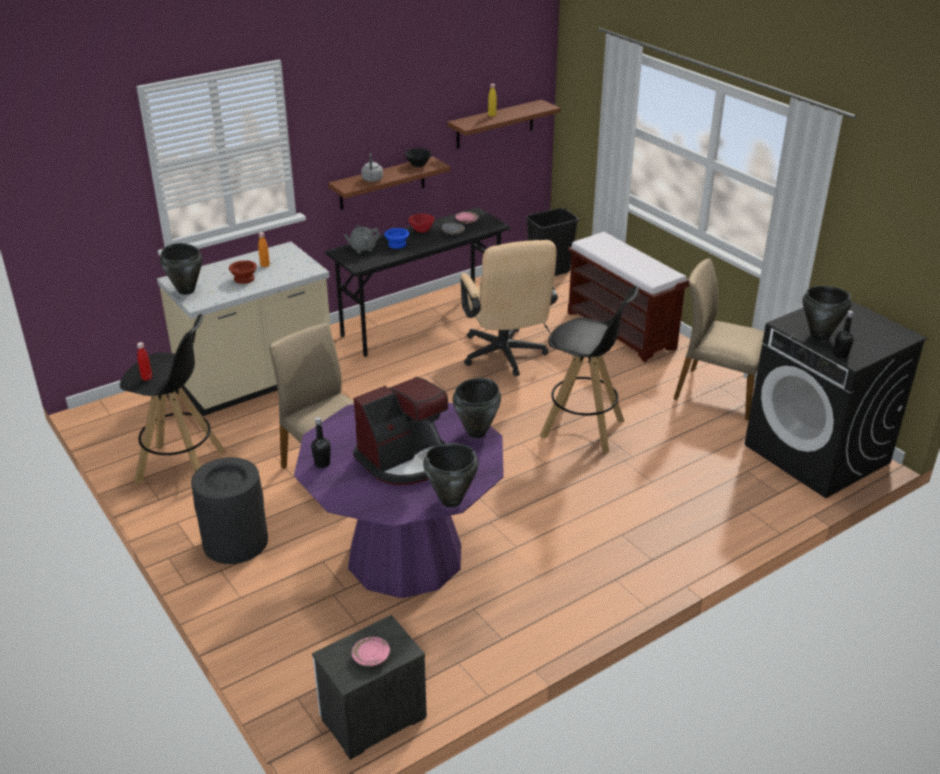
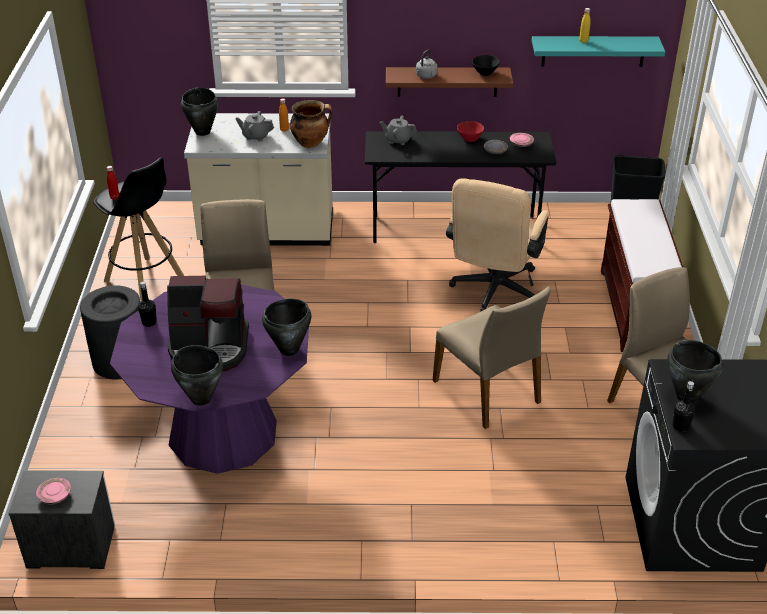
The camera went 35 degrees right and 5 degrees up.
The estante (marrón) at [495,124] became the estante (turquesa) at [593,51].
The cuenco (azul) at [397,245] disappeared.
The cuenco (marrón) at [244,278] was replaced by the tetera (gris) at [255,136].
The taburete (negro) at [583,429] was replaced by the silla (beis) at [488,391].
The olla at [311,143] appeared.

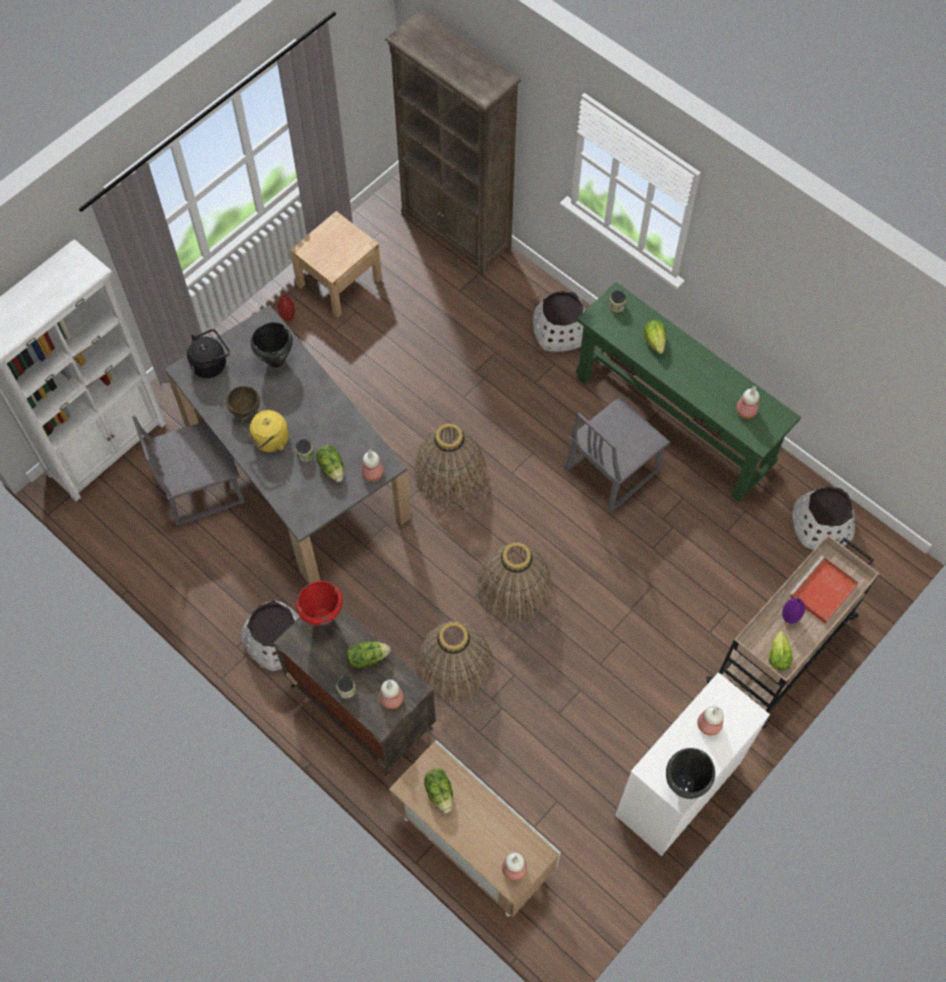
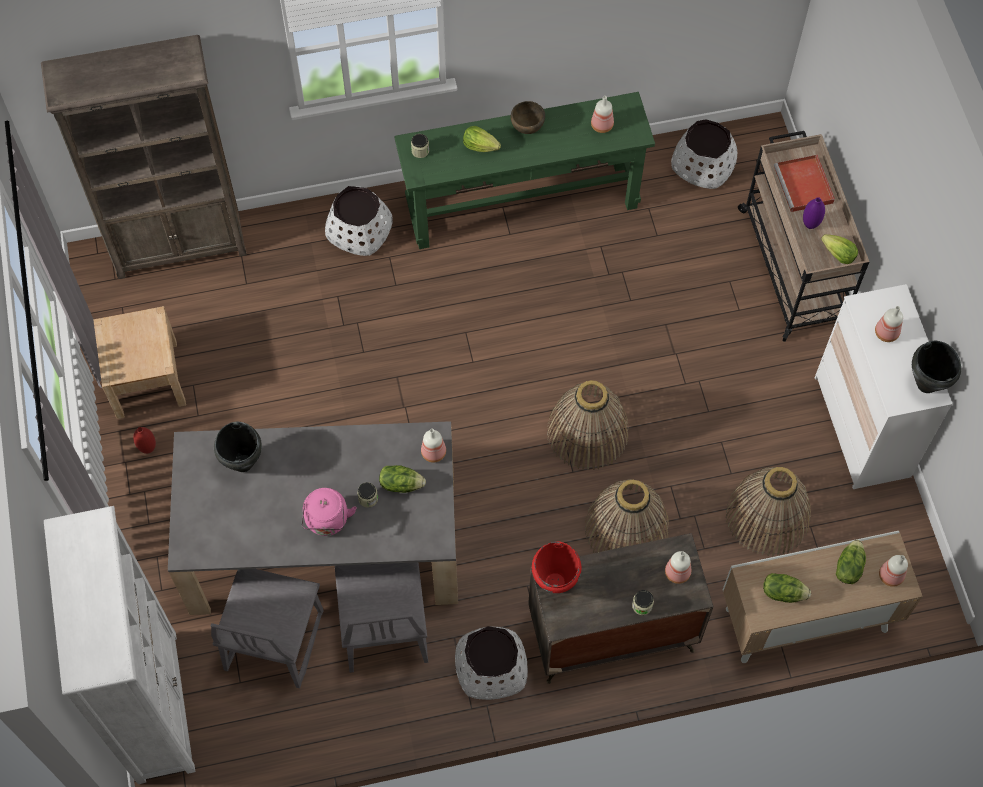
The camera went 55 degrees left and 0 degrees up.
The hervidor (negro) at [211,363] disappeared.
The cuenco (marrón) moved from [245,410] to [527,128].
The silla (gris) moved from [611,469] to [383,628].
The hervidor (amarillo) at [269,440] became the hervidor (rosa) at [327,521].
The cesta moved from [450,472] to [767,516].
The lechuga moved from [367,657] to [848,567].

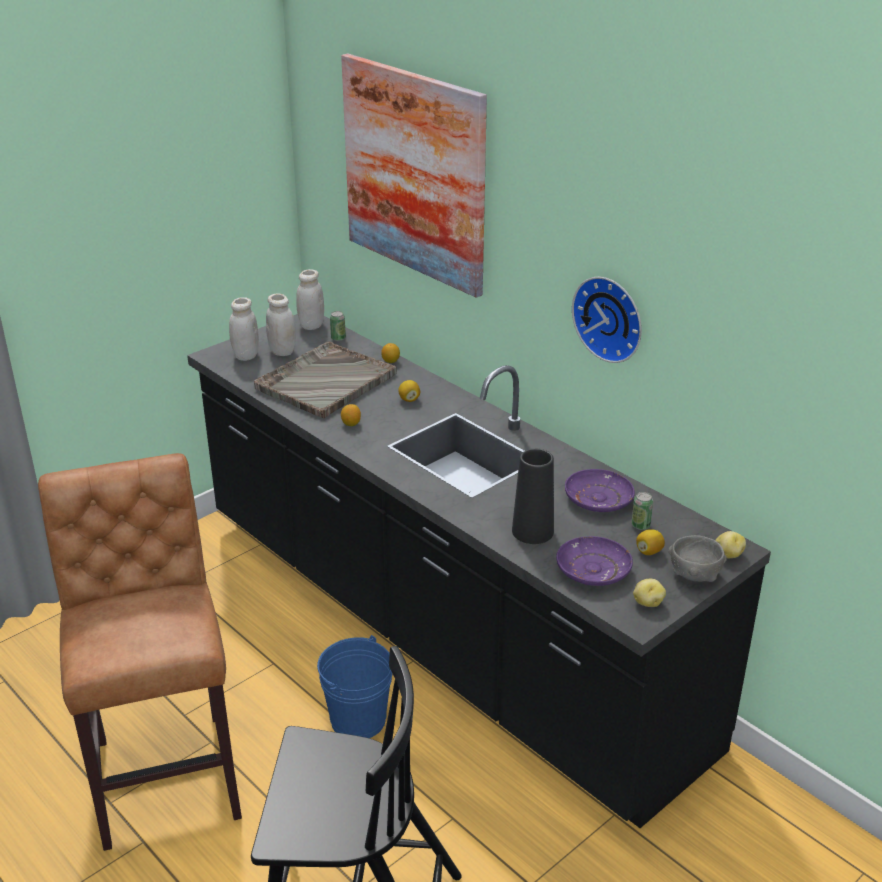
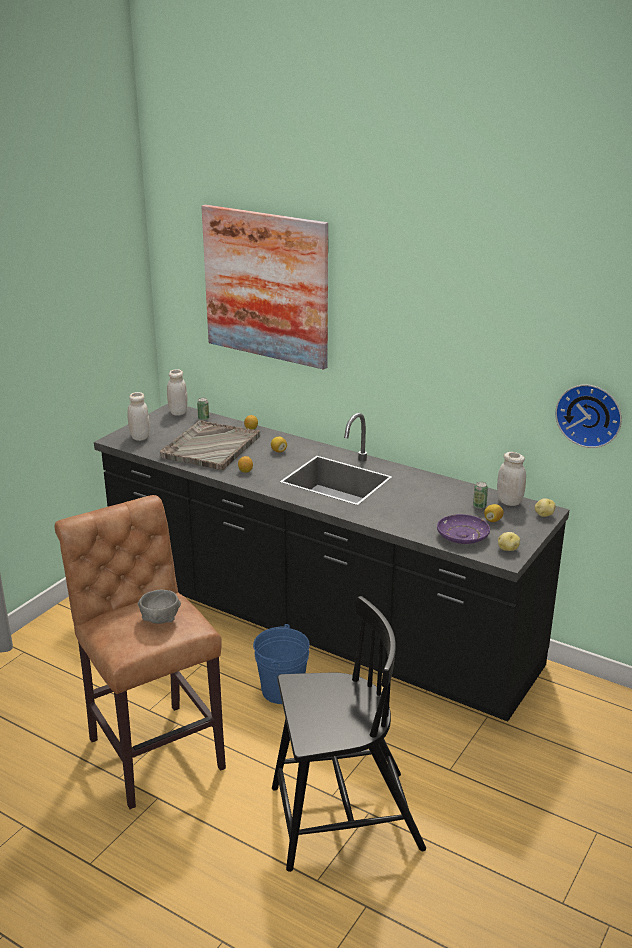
The camera went 15 degrees left and 5 degrees down.
The reloj de pared moved from [611,317] to [589,414].
The tarro (blanco) moved from [282,351] to [509,501].
The florero (negro) at [532,531] disappeared.
The plato (morado) at [598,499] disappeared.
The cuenco (gris) moved from [694,574] to [160,619].

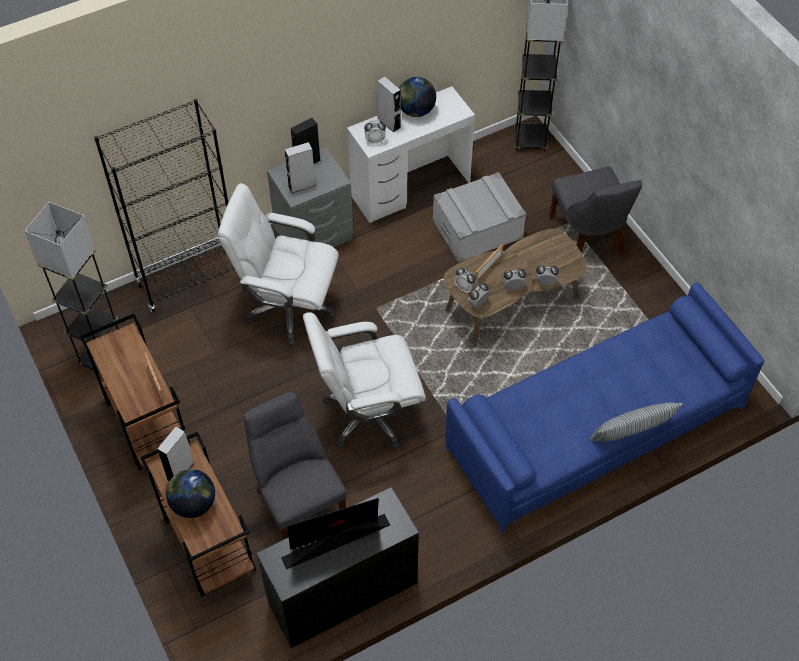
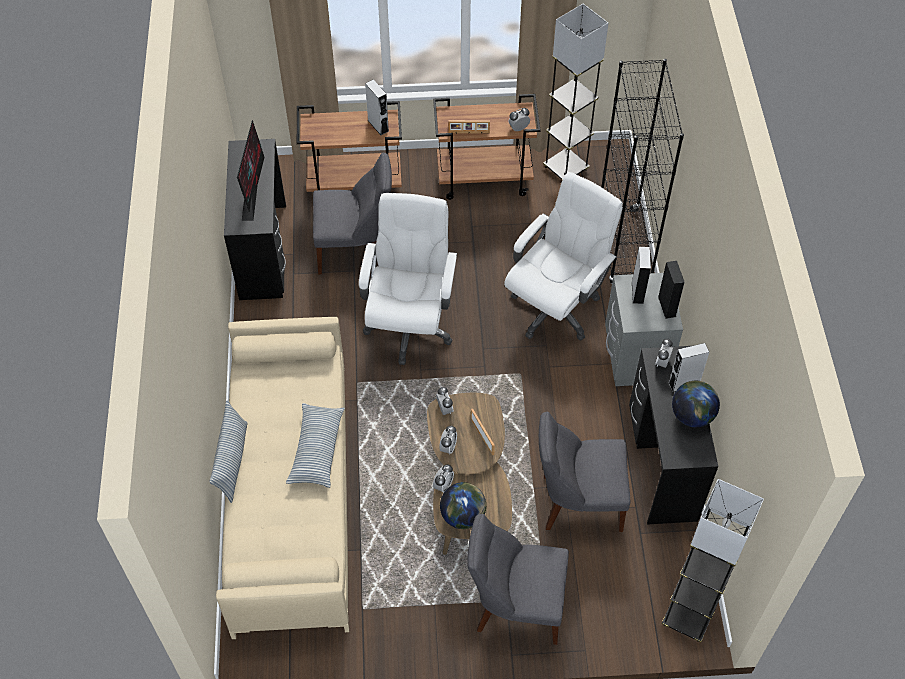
The camera went 115 degrees right and 0 degrees up.
The escritorio (blanco) at [410,188] became the escritorio (negro) at [662,463].
The caja de almacenaje (gris) at [477,229] was replaced by the silla (gris) at [577,502].
The despertador moved from [465,288] to [518,128].
The sofá (azul) at [595,429] became the sofá (beis) at [291,492].
The globo terráqueo moved from [193,504] to [463,516].
The cojín at [316,449] appeared.

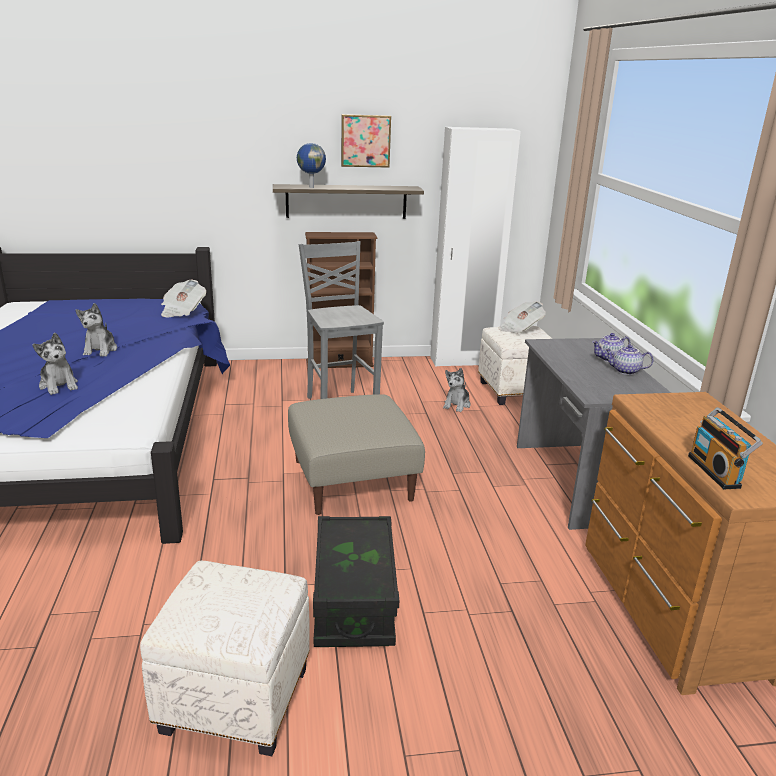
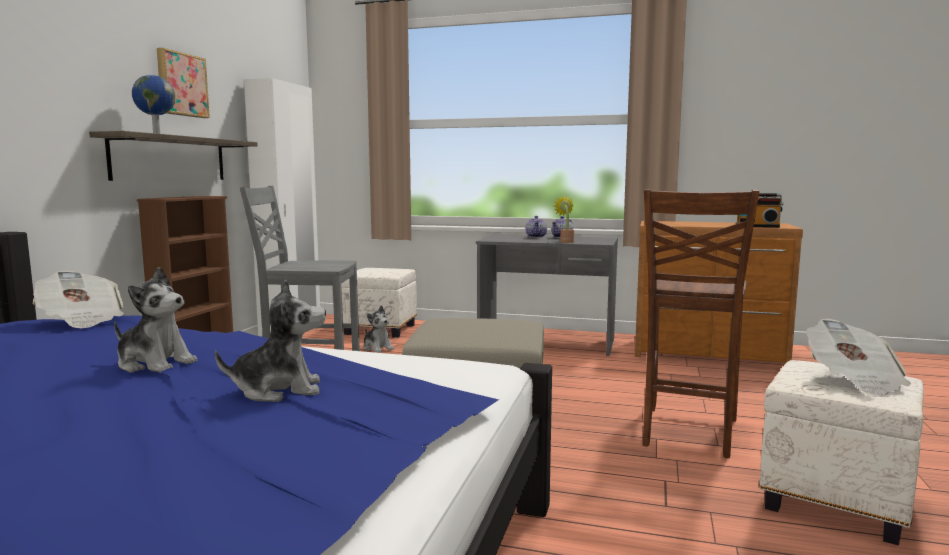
The camera went 65 degrees left and 15 degrees down.
The periódico moved from [520,329] to [854,381].
The caja de almacenaje (negro) at [354,601] was replaced by the silla (marrón) at [687,433].
The planta en maceta at [565,241] appeared.

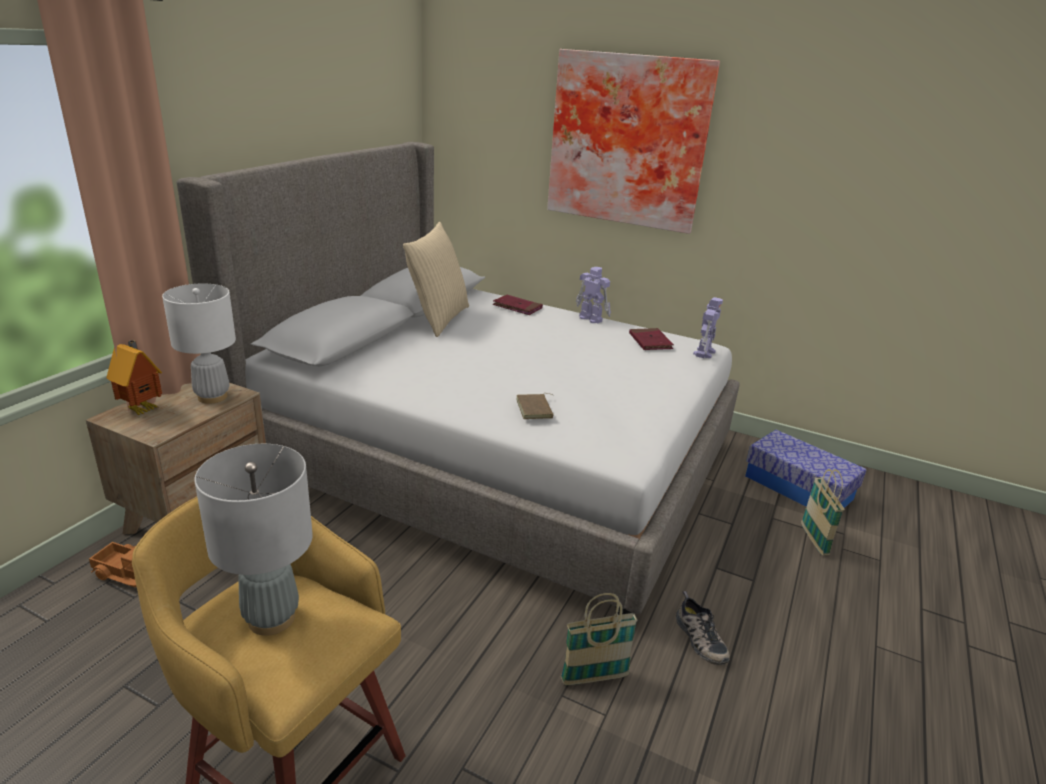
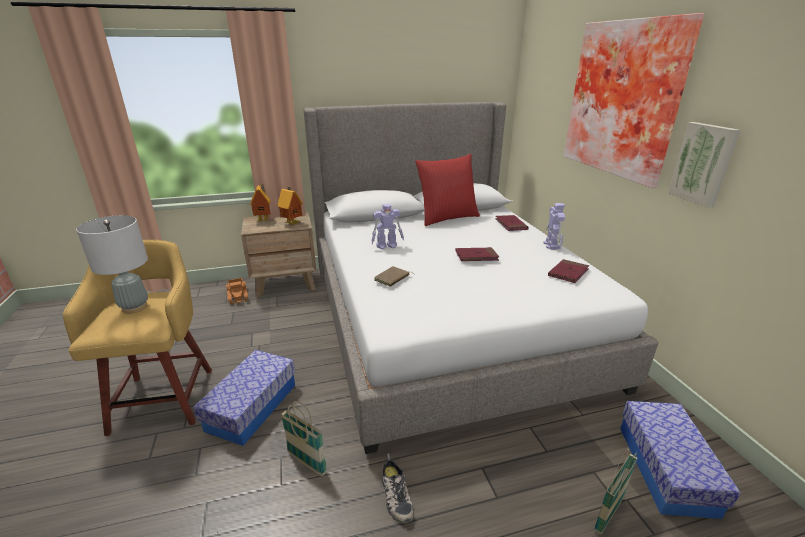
The camera went 50 degrees right and 0 degrees up.
The cojín (beis) at [438,319] became the cojín (rojo) at [447,218].
The lámpara de mesa (blanco) at [212,397] was replaced by the casita at [293,223].
The robot de juguete moved from [704,352] to [387,246].
The zapato at [698,638] turned 45 degrees counterclockwise.
The cuadro at [703,164] appeared.
The libro (rojo) at [476,256] appeared.
The caja de almacenaje at [252,407] appeared.

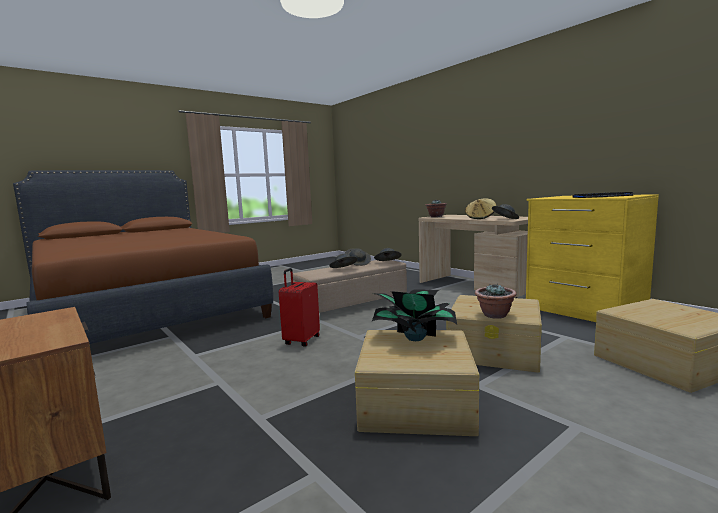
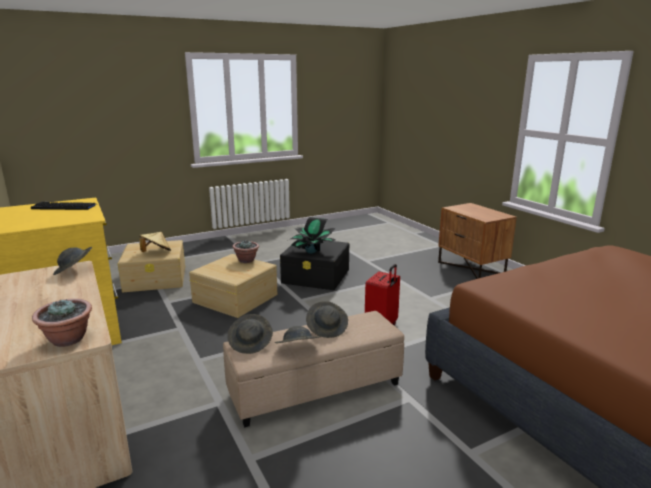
The camera went 170 degrees left and 10 degrees up.
The sombrero (beis) moved from [480,218] to [156,252].
The caja de almacenaje (beis) at [414,402] became the caja de almacenaje (negro) at [316,276].

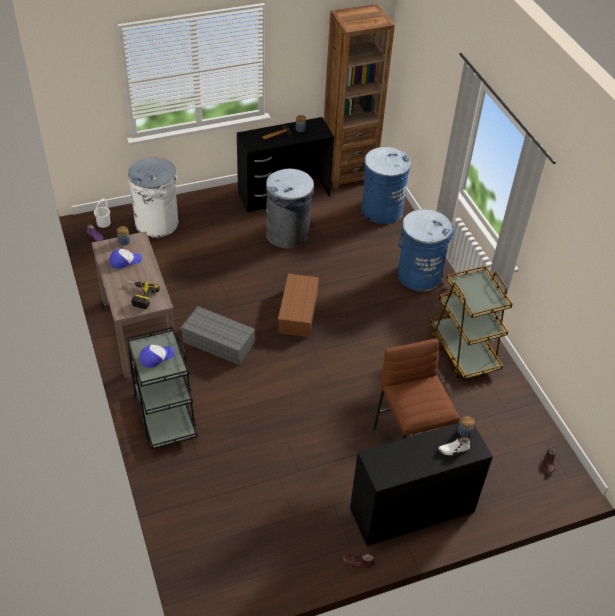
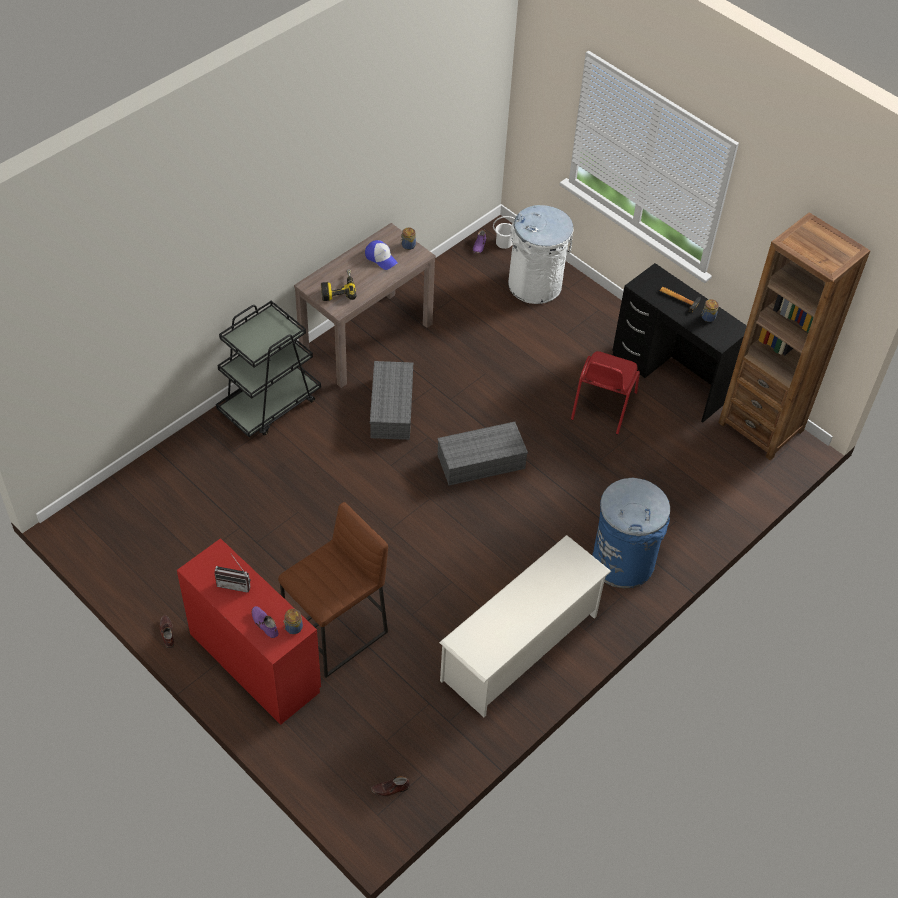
The camera went 65 degrees right and 5 degrees up.
The papelera (azul) at [381,210] disappeared.
The papelera (gris) at [288,234] was replaced by the silla (rojo) at [602,406].
The carrito (marrón) at [463,351] was replaced by the zapatero (blanco) at [520,648].
The caja de almacenaje (marrón) at [298,313] became the caja de almacenaje (gris) at [480,462].
The gorra at [156,357] disappeared.
The escritorio (negro) at [412,510] became the escritorio (rojo) at [254,662].
The zapato (blanco) at [453,449] became the zapato (morado) at [264,624].
The radio at [235,583] appeared.

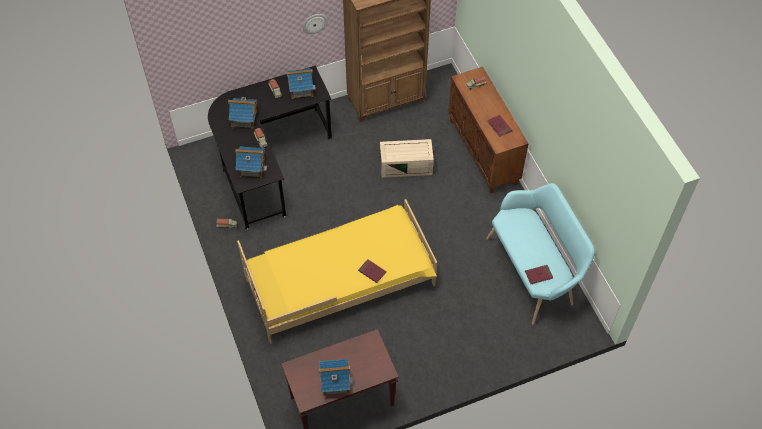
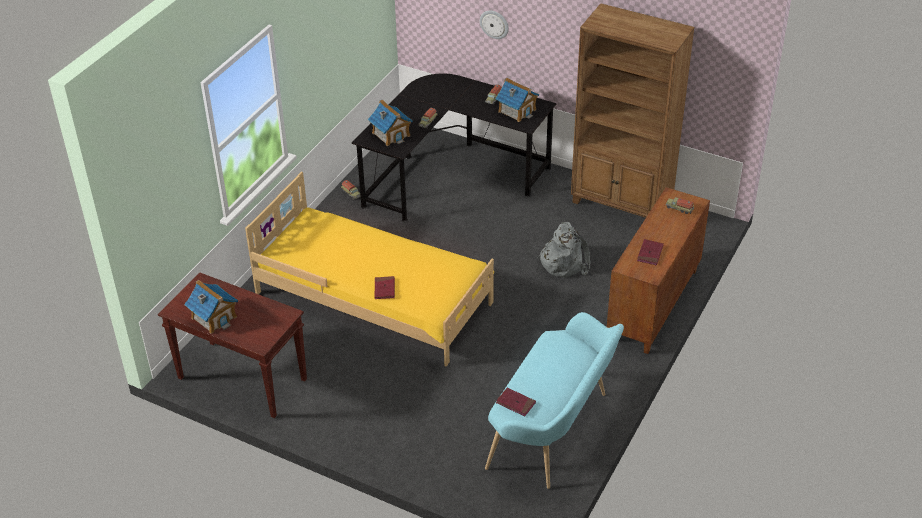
The camera went 50 degrees right and 15 degrees down.
The reloj de pared moved from [314,23] to [494,24].
The casita at [244,119] disappeared.
The caja de almacenaje (beis) at [406,165] was replaced by the mochila (gris) at [564,262].

